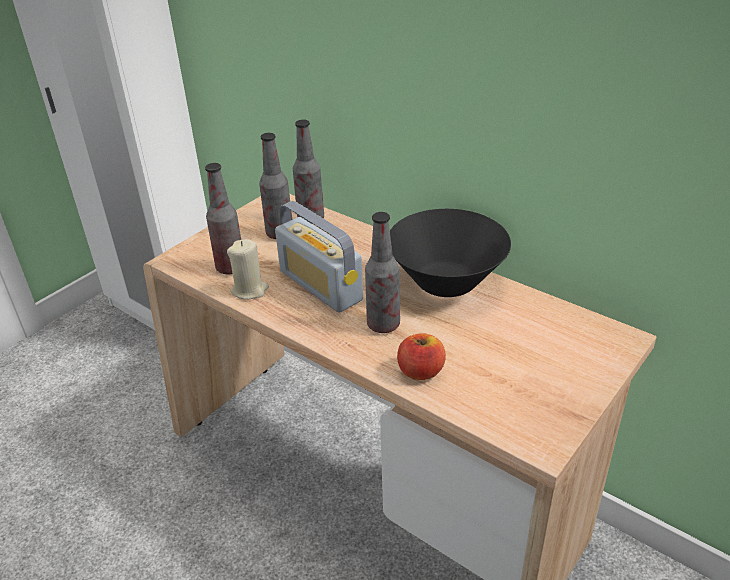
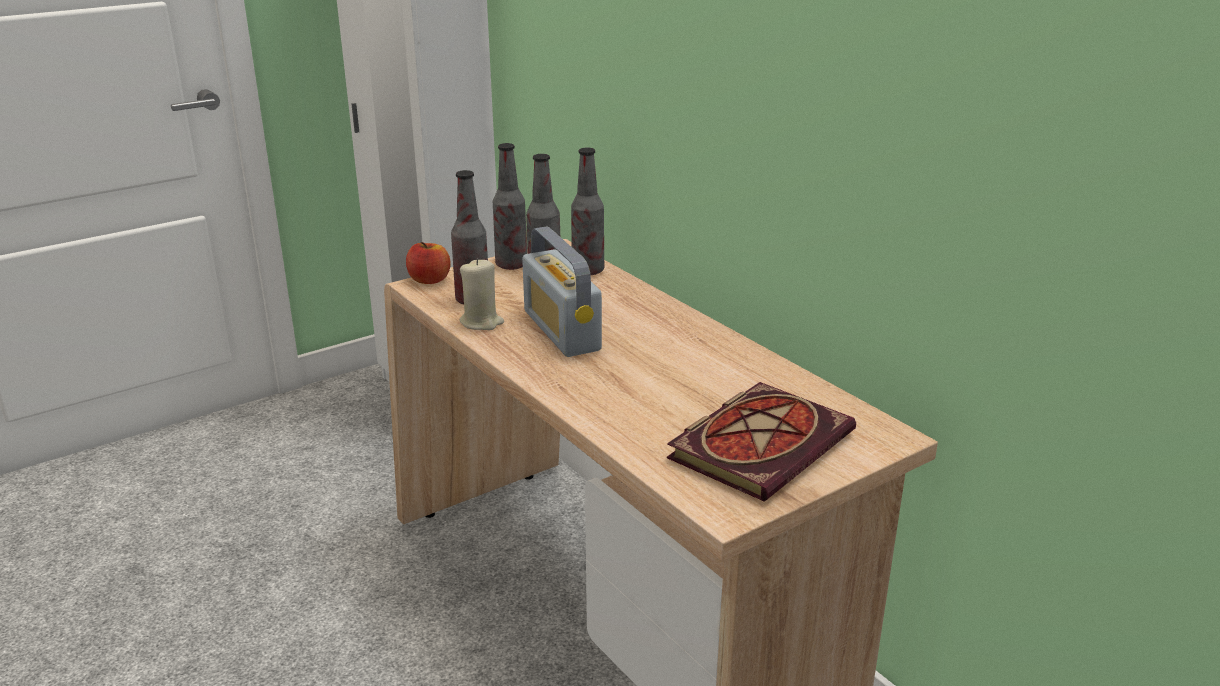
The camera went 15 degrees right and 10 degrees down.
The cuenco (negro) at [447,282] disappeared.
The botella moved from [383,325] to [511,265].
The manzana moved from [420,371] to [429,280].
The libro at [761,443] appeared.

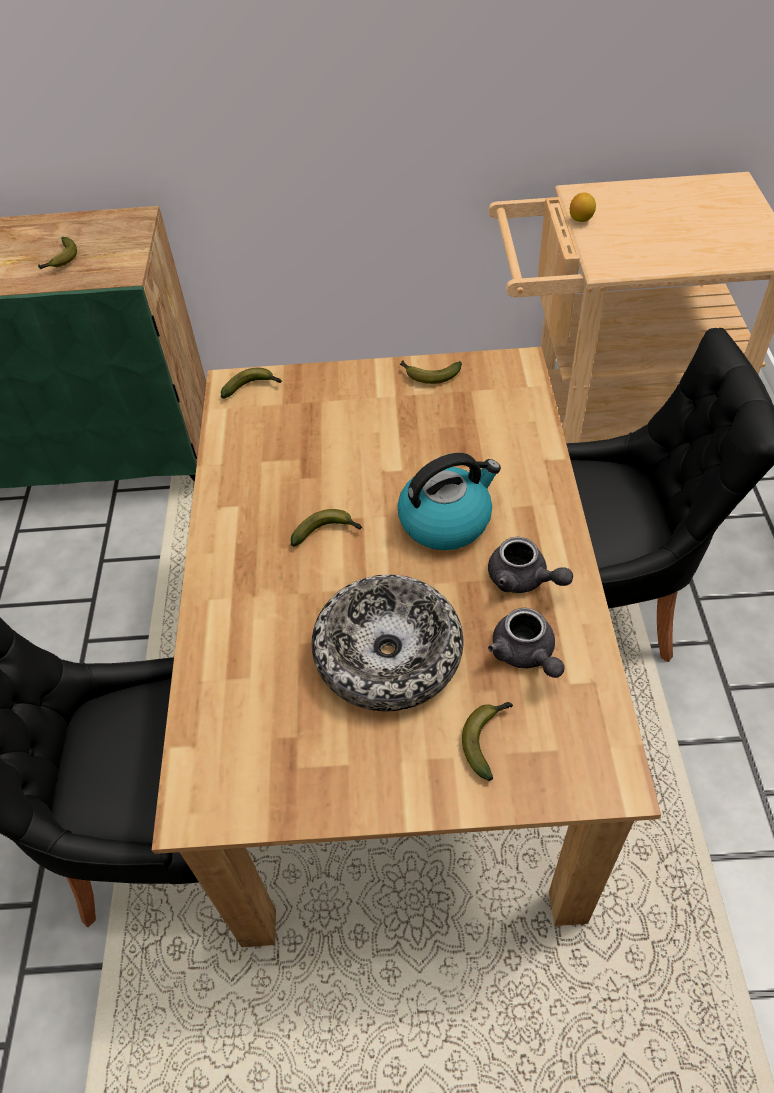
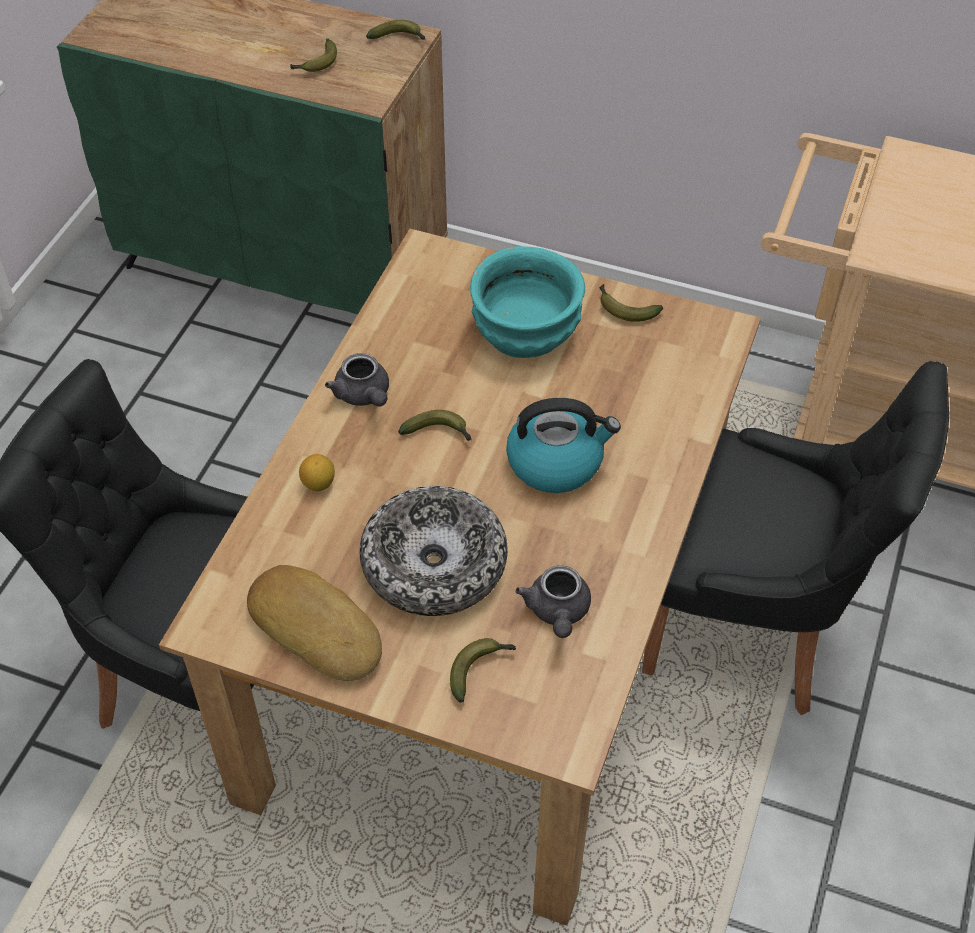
The camera went 20 degrees right and 0 degrees up.
The limón moved from [581,219] to [319,484].
The plátano moved from [253,388] to [399,38].
The tetera (gris) moved from [523,579] to [364,396].
The cuenco (turquesa) at [527,332] appeared.
The pan at [317,626] appeared.

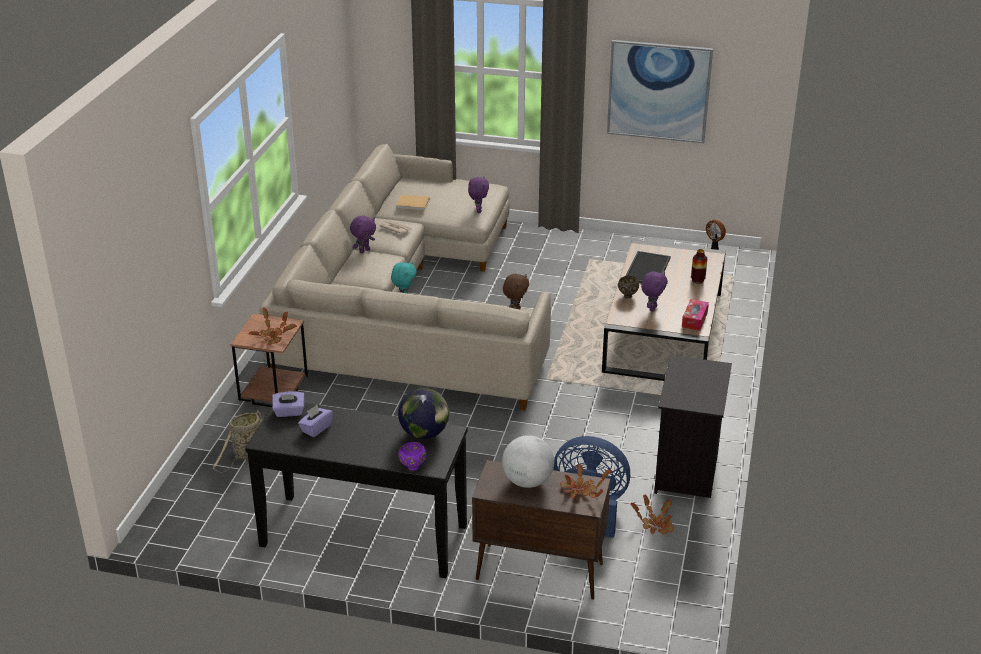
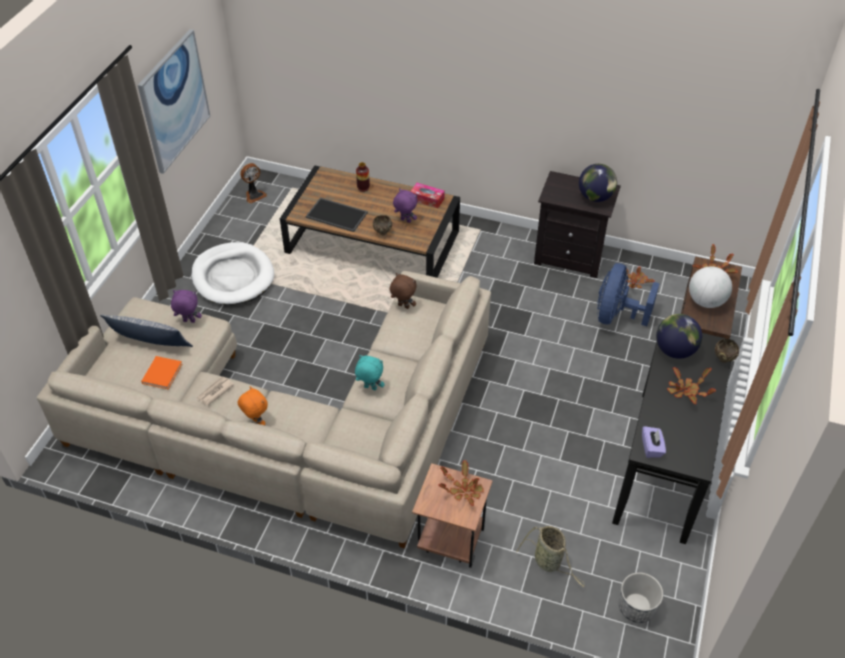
The camera went 85 degrees left and 15 degrees up.
The libro (beis) at [414,204] became the libro (naranja) at [163,372].
The peluche (morado) at [364,250] became the peluche (naranja) at [256,422].
The caja de pañuelos (morado) at [316,429] disappeared.
The cuenco (morado) at [412,468] became the cuenco (marrón) at [723,359].
The globo terráqueo at [595,197] appeared.
The cama para perro (blanco) at [233,277] appeared.
The cojín at [150,342] appeared.
The planta en maceta at [686,391] appeared.
The maceta at [636,607] appeared.

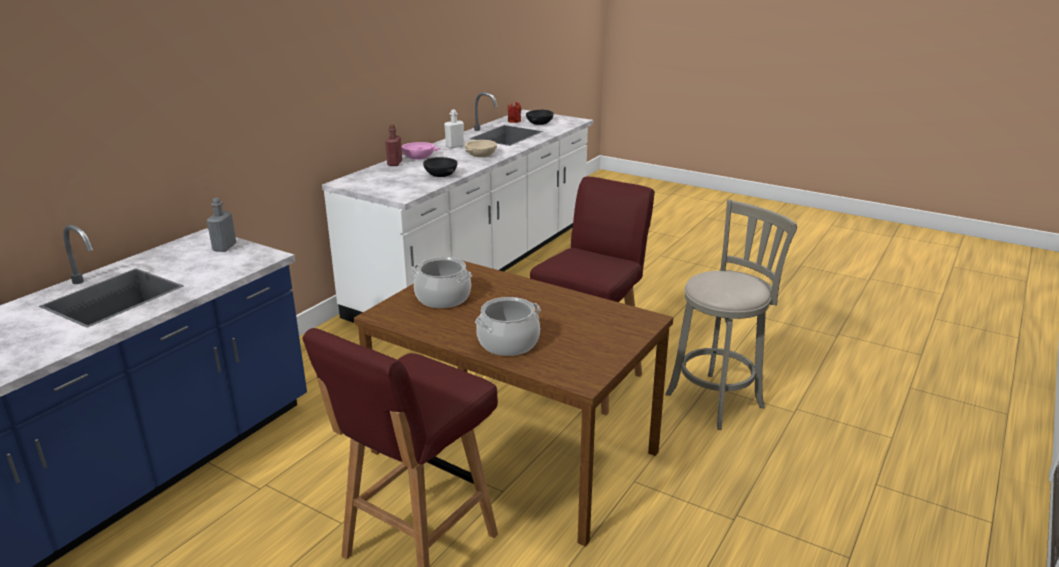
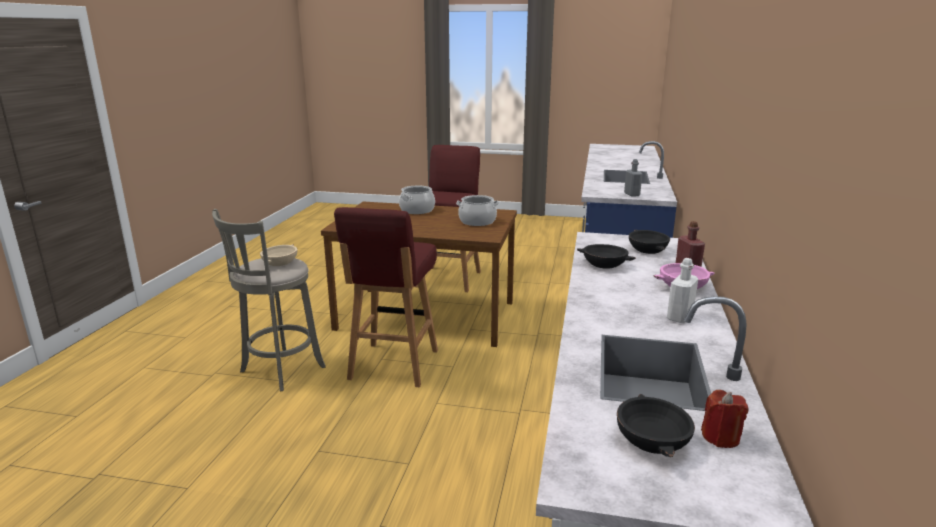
The camera went 160 degrees right and 5 degrees down.
The cuenco (beis) moved from [481,155] to [280,263].
The cuenco (negro) at [648,250] appeared.

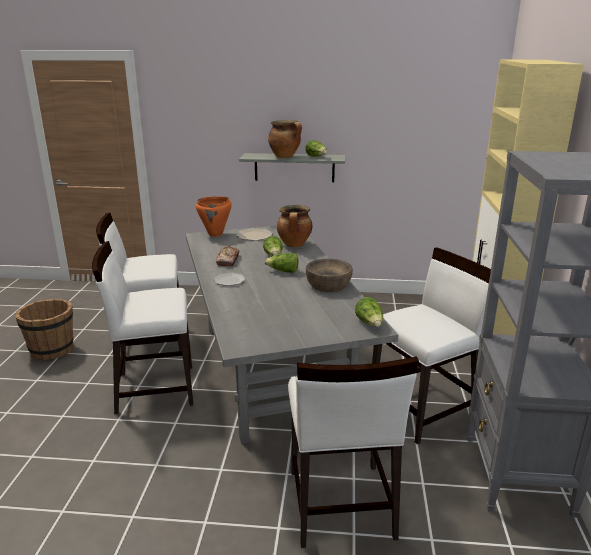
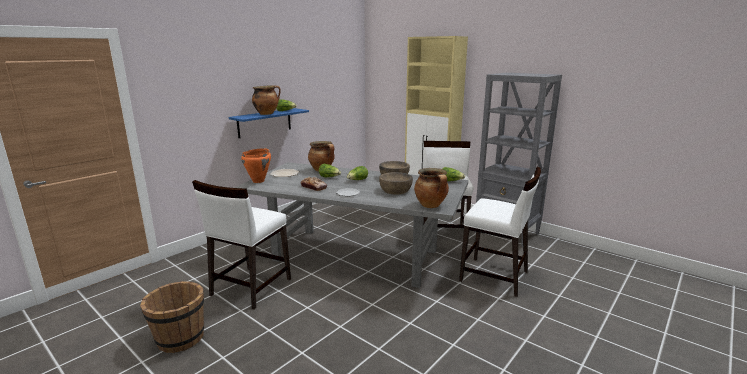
The camera went 55 degrees left and 5 degrees down.
The estante (gris) at [294,167] became the estante (azul) at [264,122].
The silla (blanco) at [154,388] disappeared.
The olla at [431,206] appeared.
The cuenco (marrón) at [395,190] appeared.

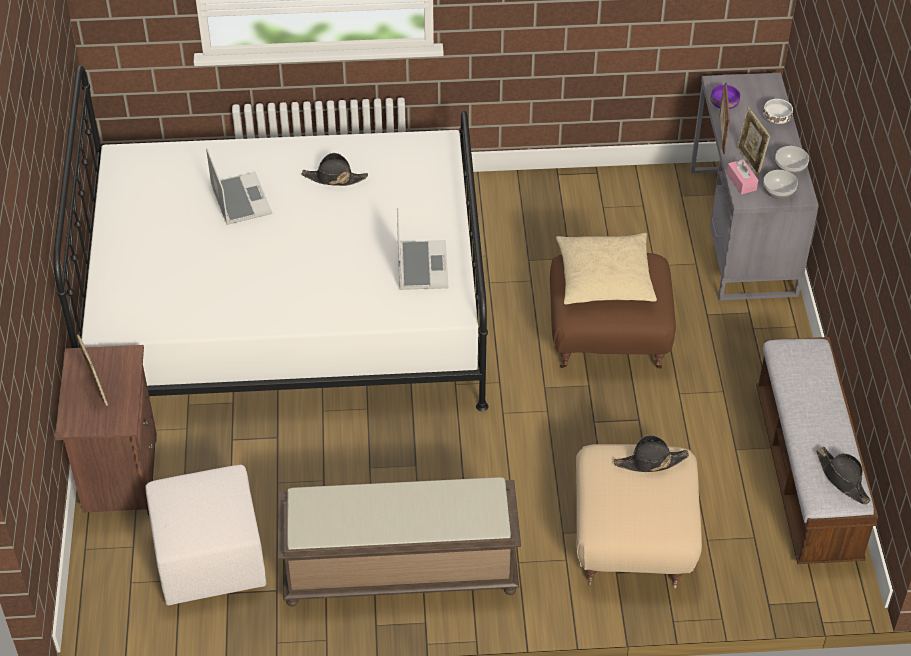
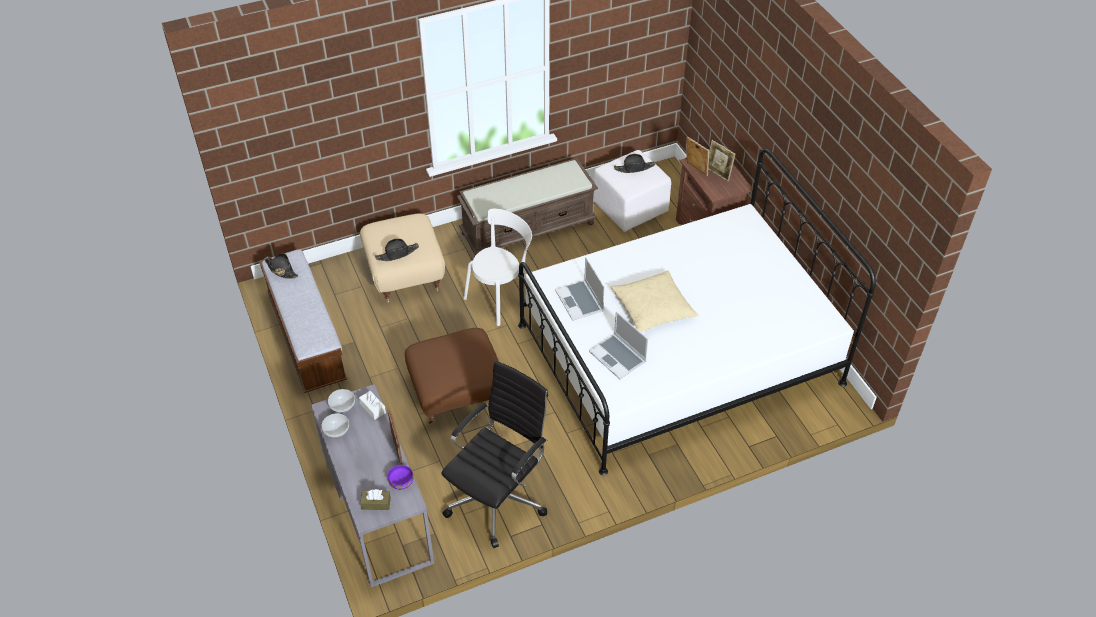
The camera went 160 degrees right and 0 degrees up.
The cuenco (blanco) at [777,118] disappeared.
The portarretratos moved from [749,161] to [695,169].
The portátil moved from [239,199] to [618,357].
The sombrero (negro) moved from [334,178] to [634,168].
The caja de pañuelos (rosa) at [741,182] became the caja de pañuelos (blanco) at [373,408].
The cojín (beis) moved from [605,278] to [653,308].
The silla (blanco) at [501,297] appeared.
The silla de oficina (negro) at [498,498] appeared.
The caja de pañuelos (marrón) at [376,503] appeared.

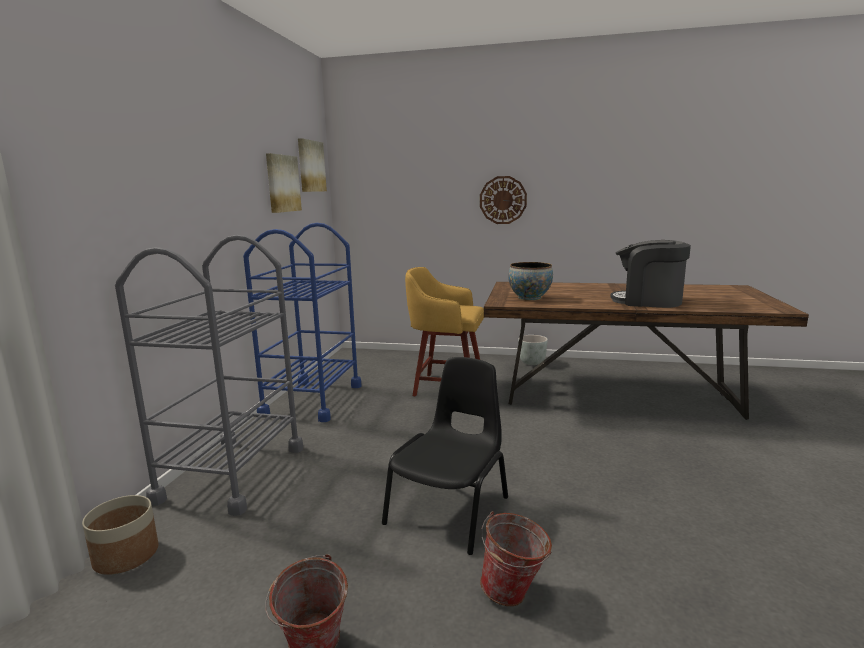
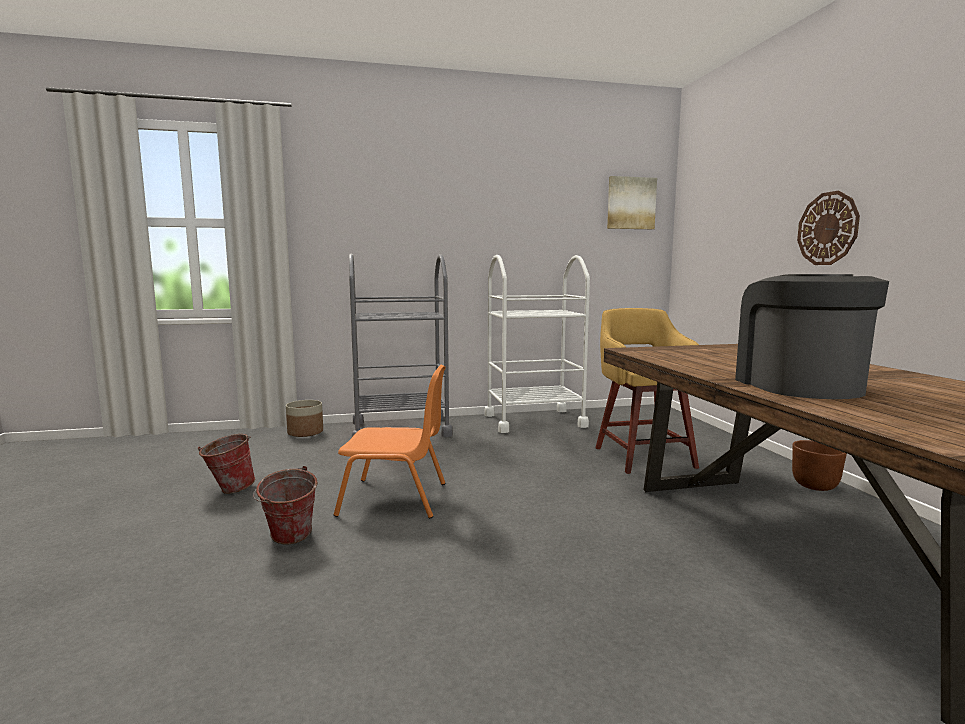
The camera went 65 degrees right and 5 degrees down.
The cuadro at [282,183] disappeared.
The carrito (azul) at [312,400] became the carrito (blanco) at [534,421].
The cuenco at [529,298] disappeared.
The maceta (gris) at [532,362] became the maceta (marrón) at [815,486].
The silla (negro) at [450,510] became the silla (naranja) at [395,499].

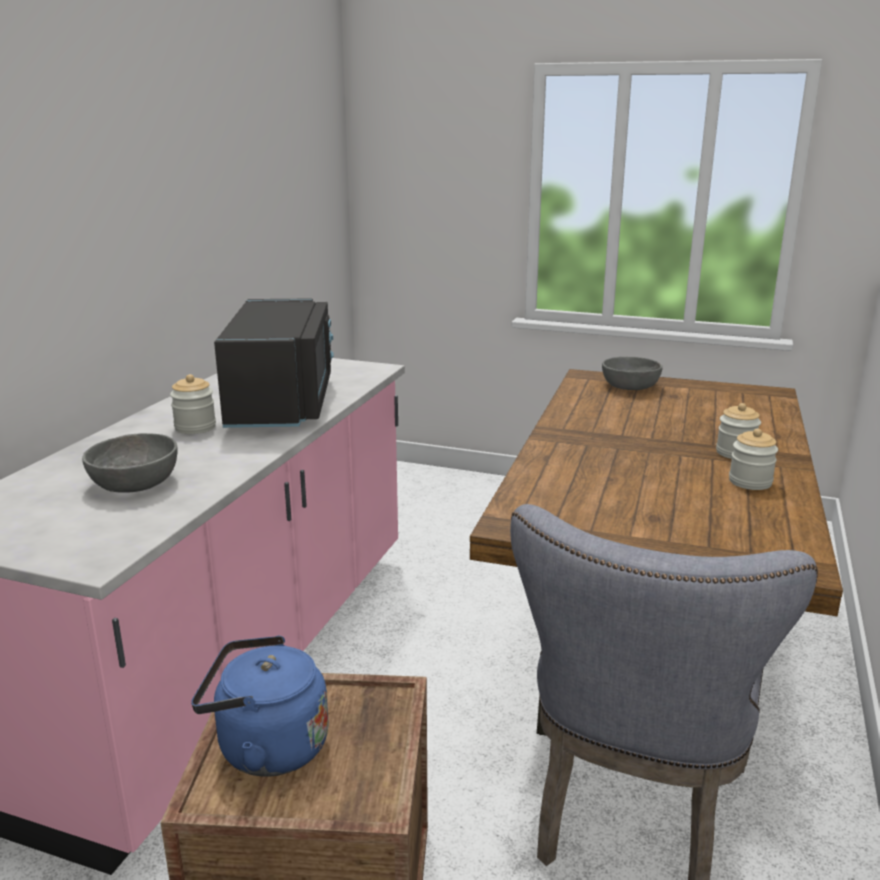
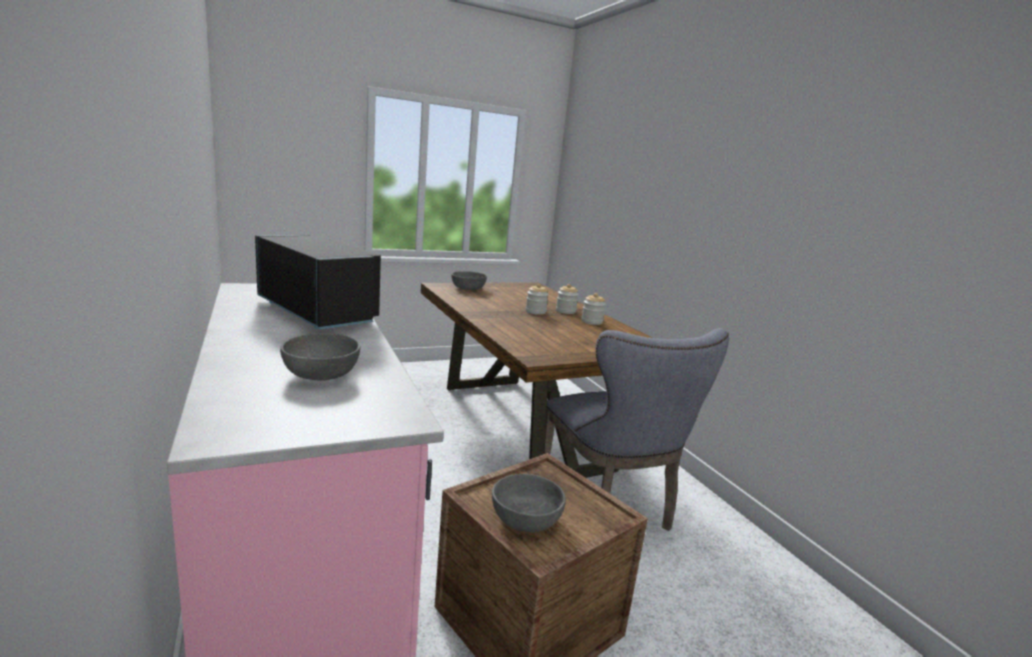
The camera went 45 degrees left and 5 degrees down.
The tarro moved from [195,427] to [535,312].
The hervidor (azul) at [266,748] was replaced by the cuenco (gris) at [525,518].

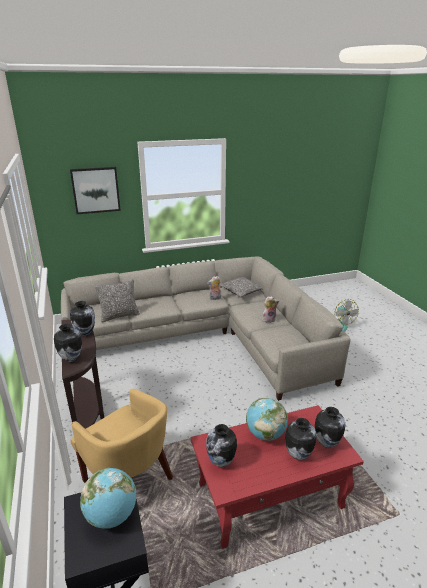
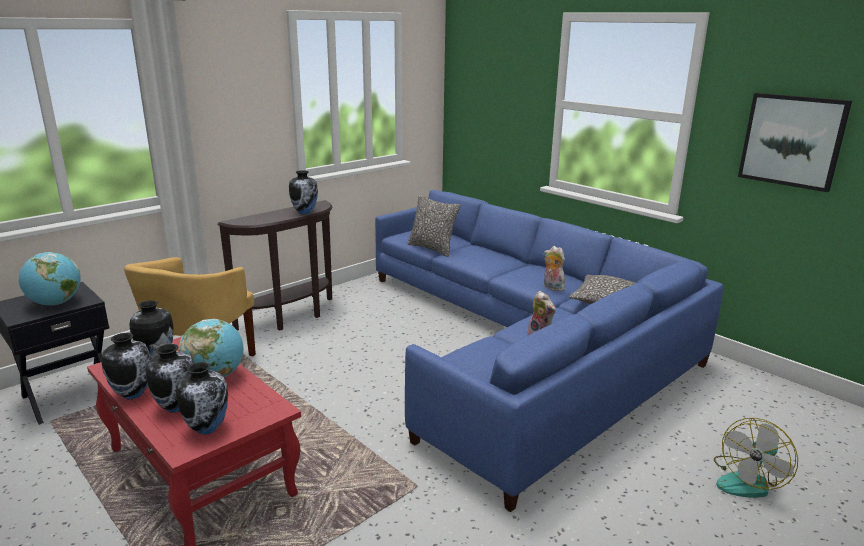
The camera went 65 degrees right and 5 degrees down.
The cuadro moved from [95,190] to [792,141].
The sofá (gris) at [208,337] became the sofá (azul) at [522,346].
The florero moved from [71,358] to [133,394].

